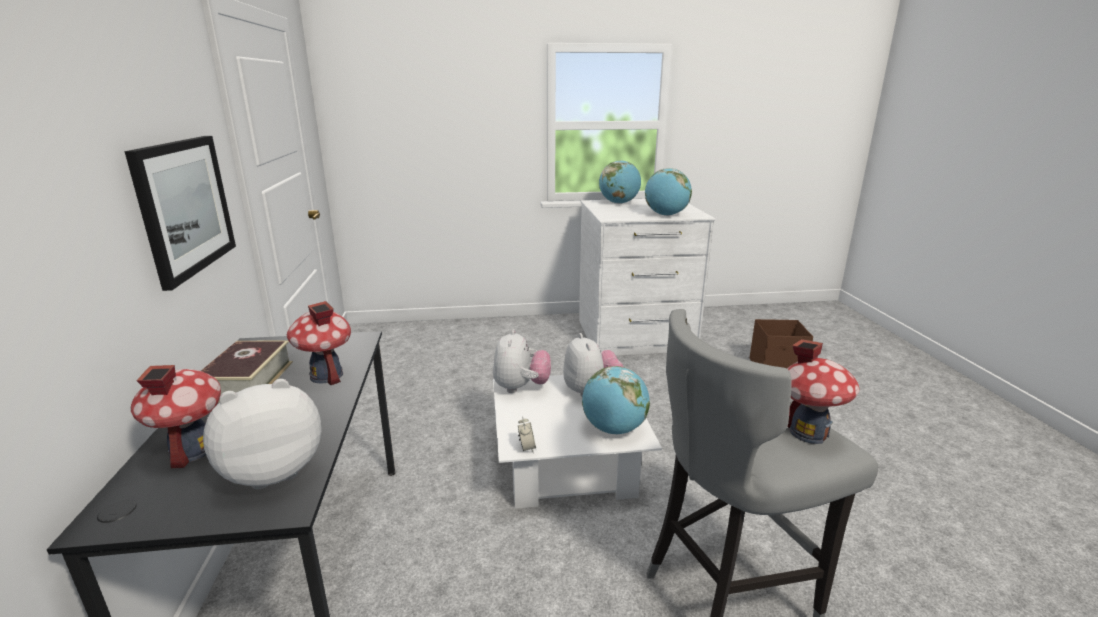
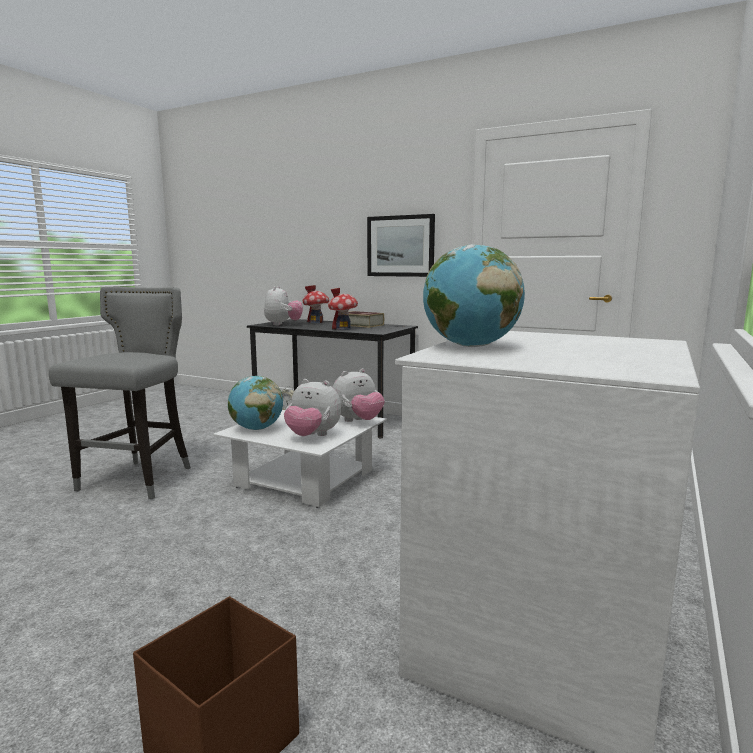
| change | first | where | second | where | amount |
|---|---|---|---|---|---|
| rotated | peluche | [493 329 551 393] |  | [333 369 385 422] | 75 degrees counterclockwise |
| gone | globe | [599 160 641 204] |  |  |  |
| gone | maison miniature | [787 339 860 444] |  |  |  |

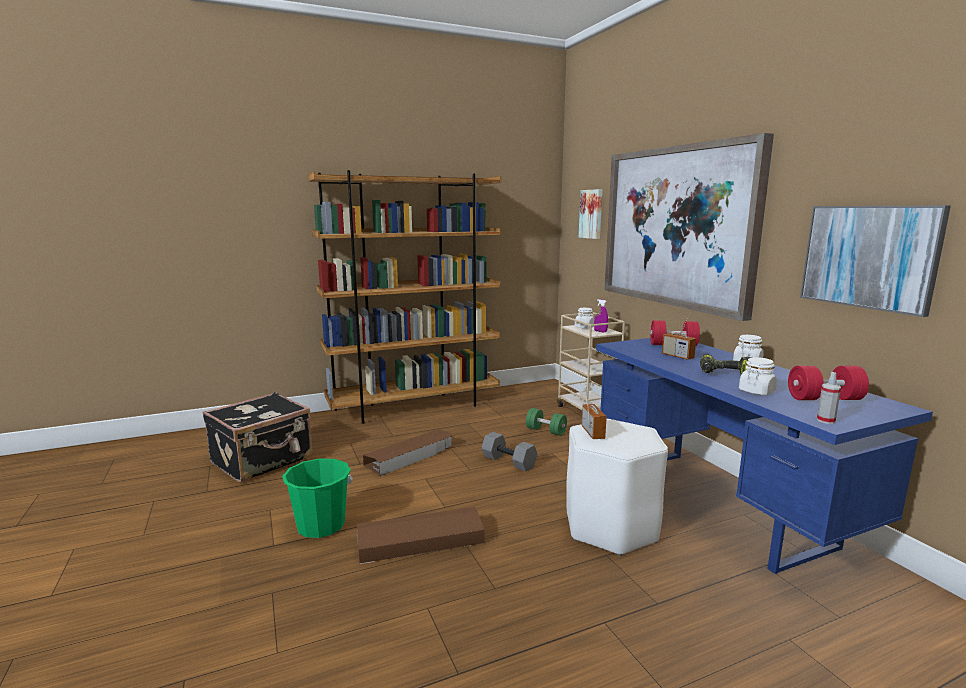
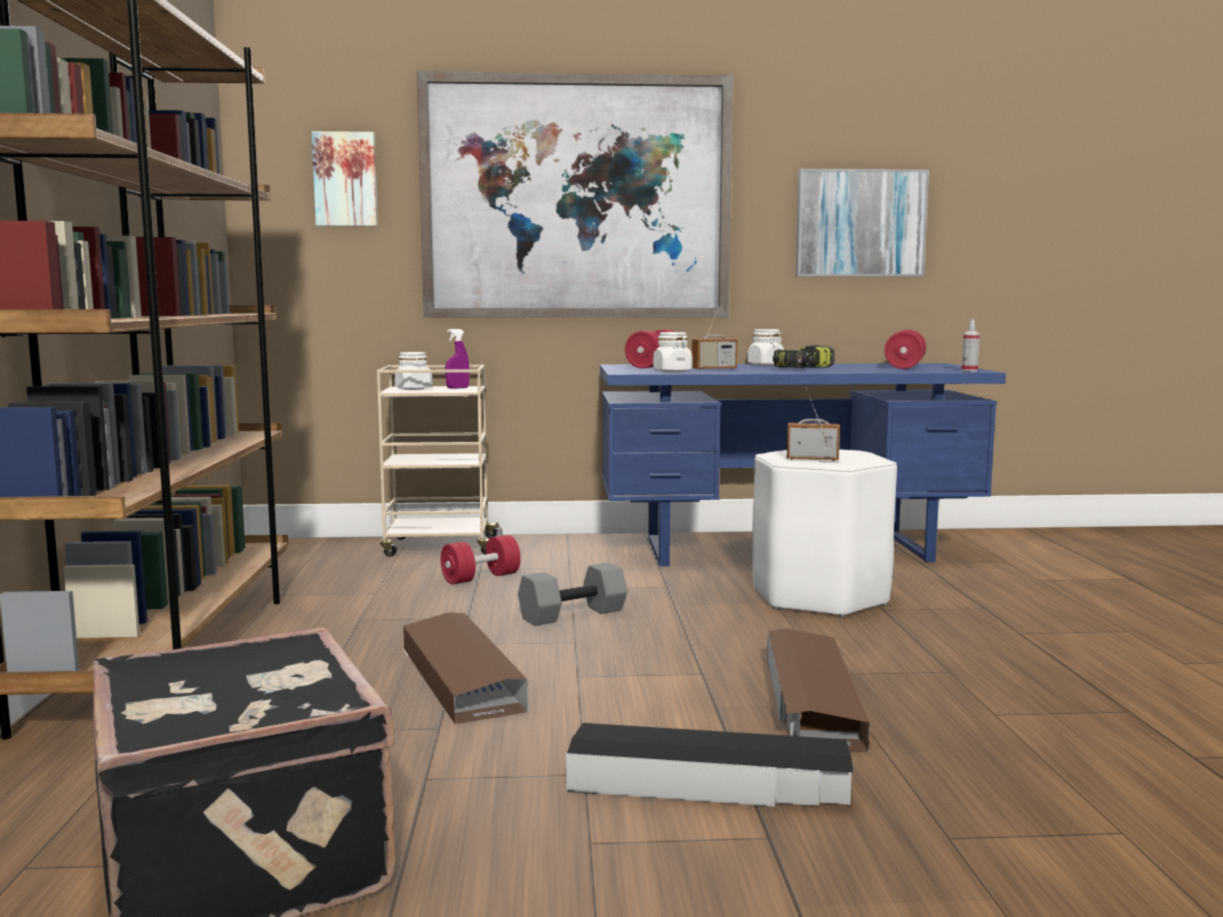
| change | first | where | second | where | amount |
|---|---|---|---|---|---|
| swapped | seau [vert] | [282 458 353 538] | boîte de rangement [noir] | [566 723 853 807] |  |
| repainted | haltère [vert] | [526 408 567 436] | haltère [rouge] | [440 535 521 585] |  |
| shifted | bocal [blanc] | [739 357 777 395] |  | [653 332 693 372] |  |

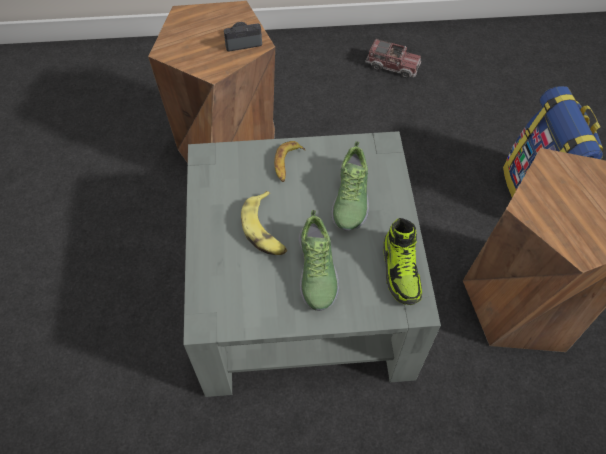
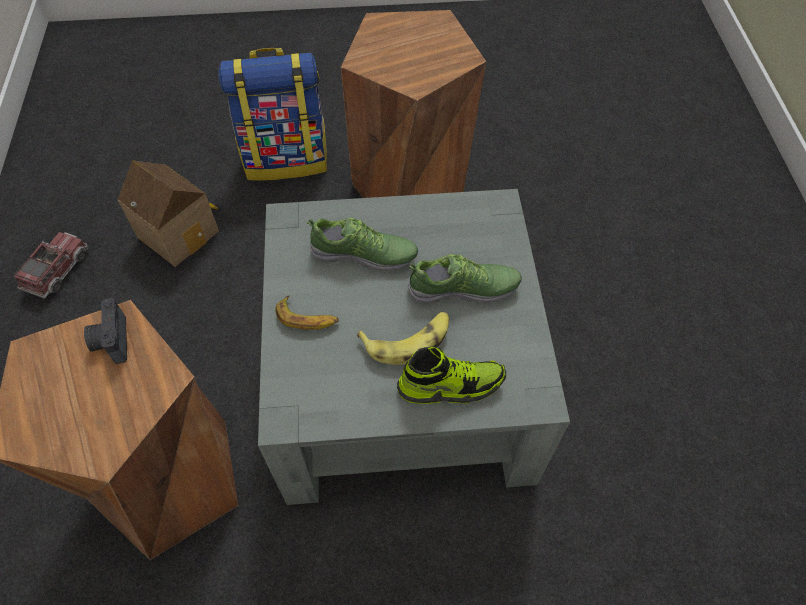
| change | first | where | second | where | amount |
|---|---|---|---|---|---|
| shifted | chaussure | [383 218 422 305] |  | [397 347 506 404] |  |
| new |  |  | maison miniature | [118 160 219 267] |  |

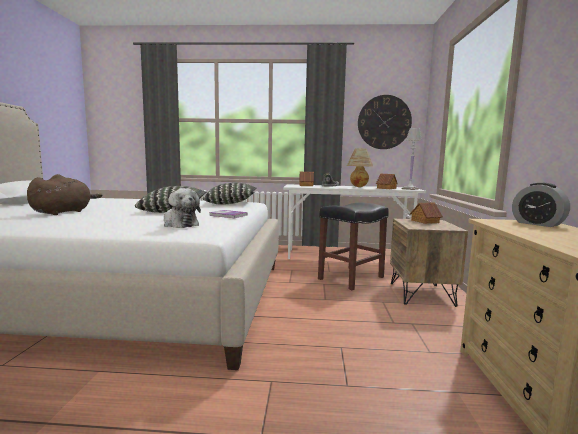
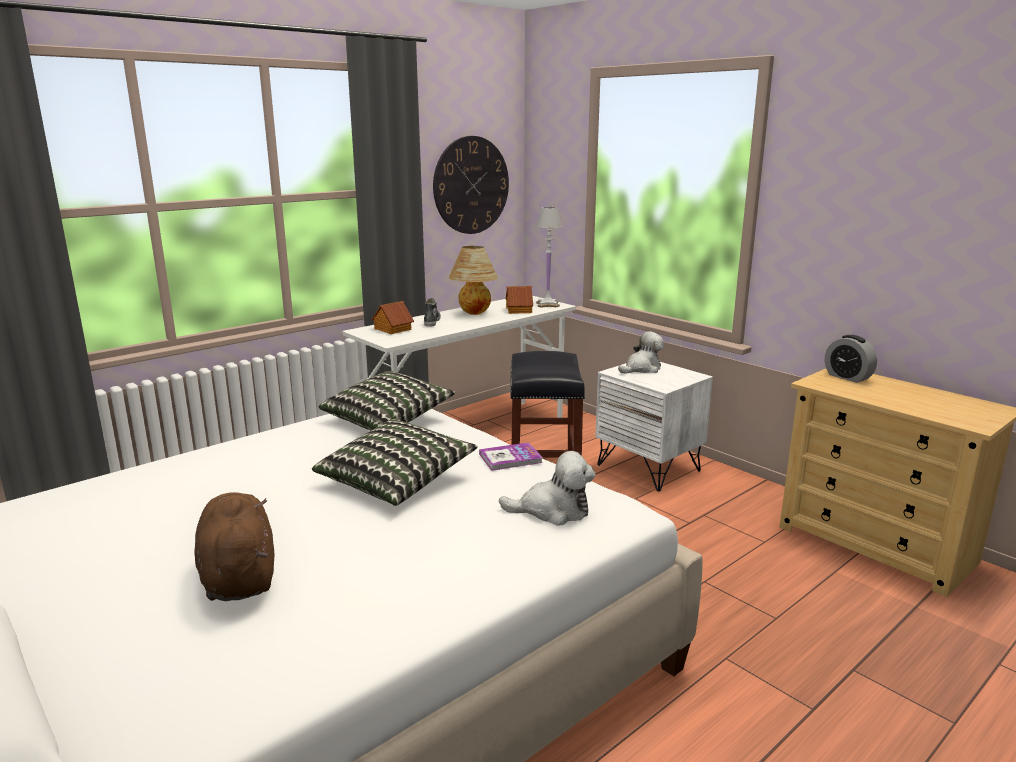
| change | first | where | second | where | amount |
|---|---|---|---|---|---|
| repainted | table de chevet [marron] | [390 219 468 307] | table de chevet [blanc] | [595 362 713 491] |  |
| swapped | maison miniature | [410 203 443 224] | peluche | [618 331 664 374] |  |
| rotated | réveil | [512 183 570 227] |  | [825 335 877 383] | 45 degrees clockwise |

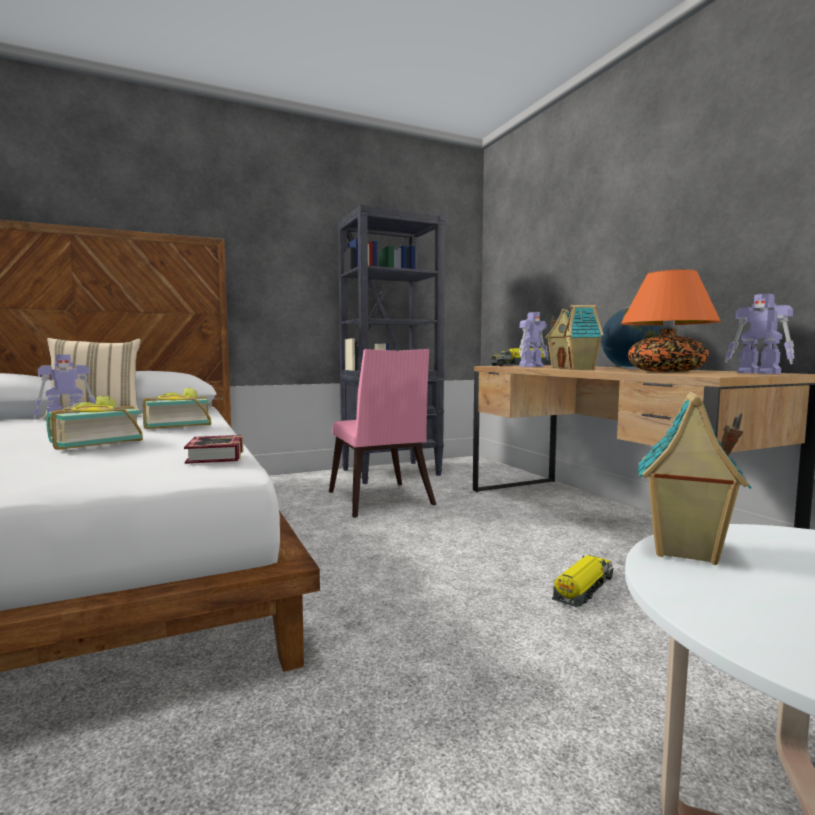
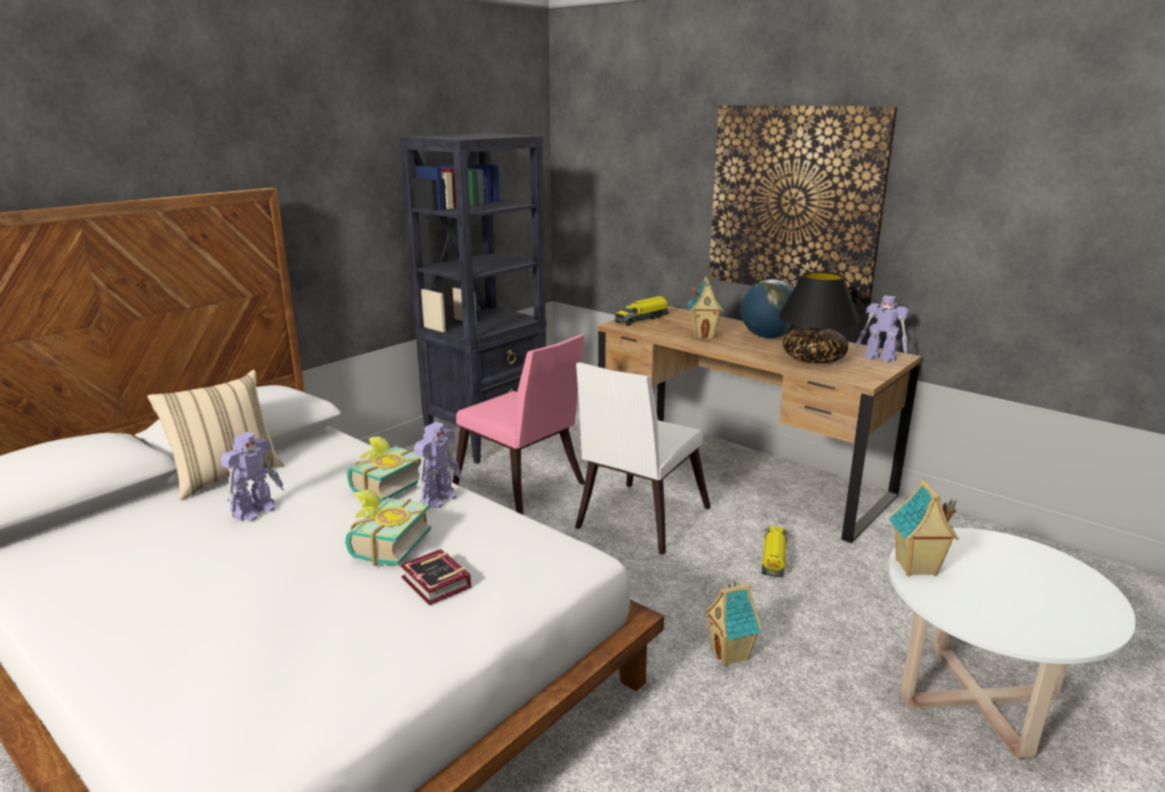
| change | first | where | second | where | amount |
|---|---|---|---|---|---|
| shifted | livre | [184 435 244 464] |  | [400 549 471 605] |  |
| shifted | robot jouet | [519 312 548 367] |  | [414 422 461 508] |  |
| shifted | maison miniature | [563 305 604 370] |  | [704 581 762 666] |  |
| repainted | lampe de table [orange] | [621 269 721 372] | lampe de table [noir] | [778 271 860 363] |  |
| new |  |  | chaise [blanc] | [575 362 711 555] |  |
| new |  |  | tableau | [709 105 898 305] |  |

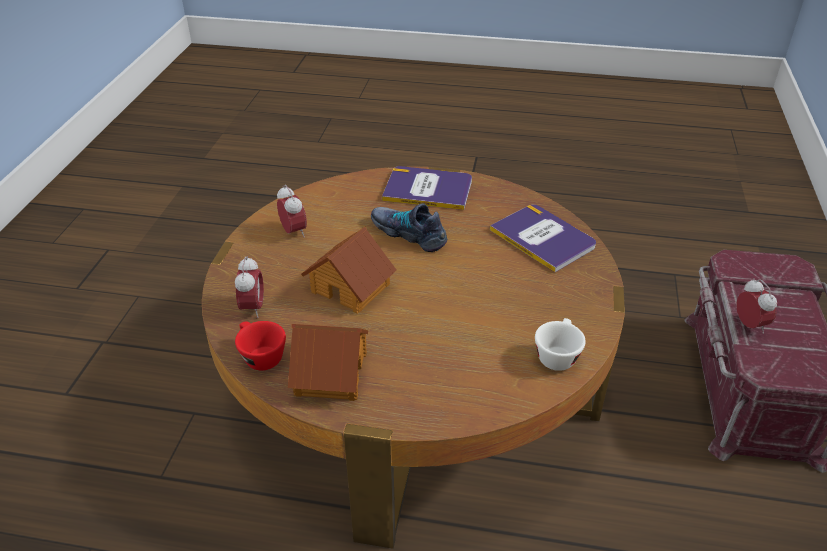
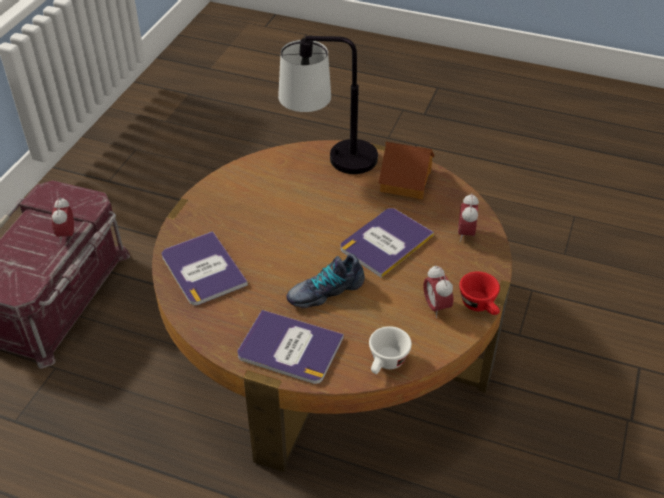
| change | first | where | second | where | amount |
|---|---|---|---|---|---|
| shifted | tasse [rouge] | [235 321 286 370] |  | [459 271 500 315] |  |
| swapped | maison miniature | [301 227 396 314] | livre | [341 208 434 278] |  |
| rotated | chaussure | [371 203 447 252] |  | [286 254 365 308] | 105 degrees clockwise |
| shifted | tasse [blanc] | [535 318 586 371] |  | [369 326 412 374] |  |
| new |  |  | lampe de table | [278 36 378 174] |  |

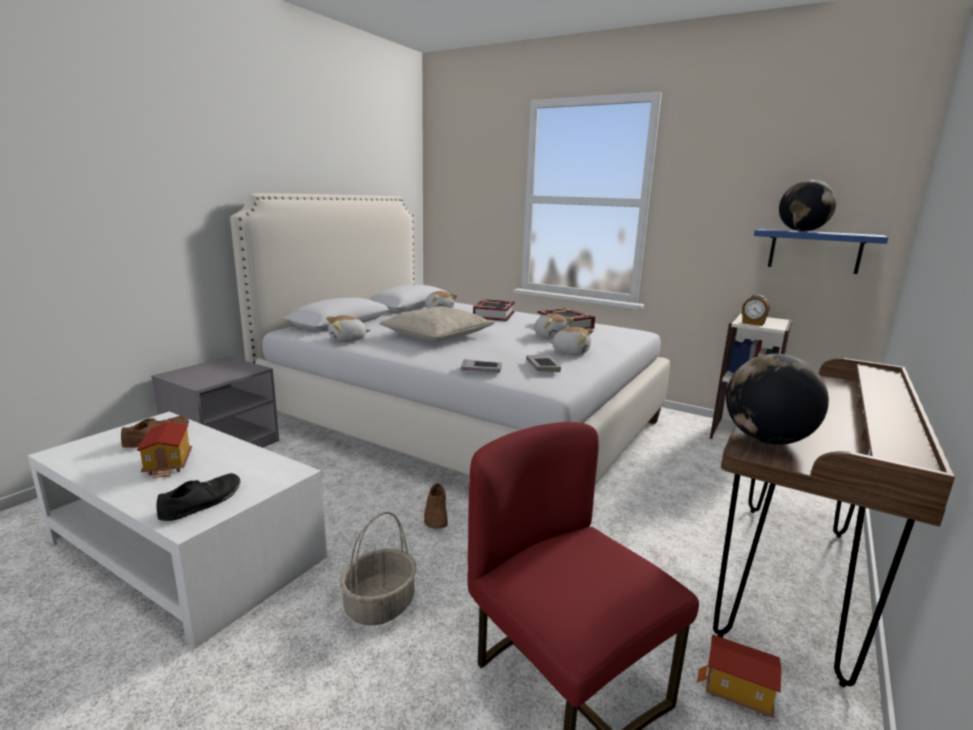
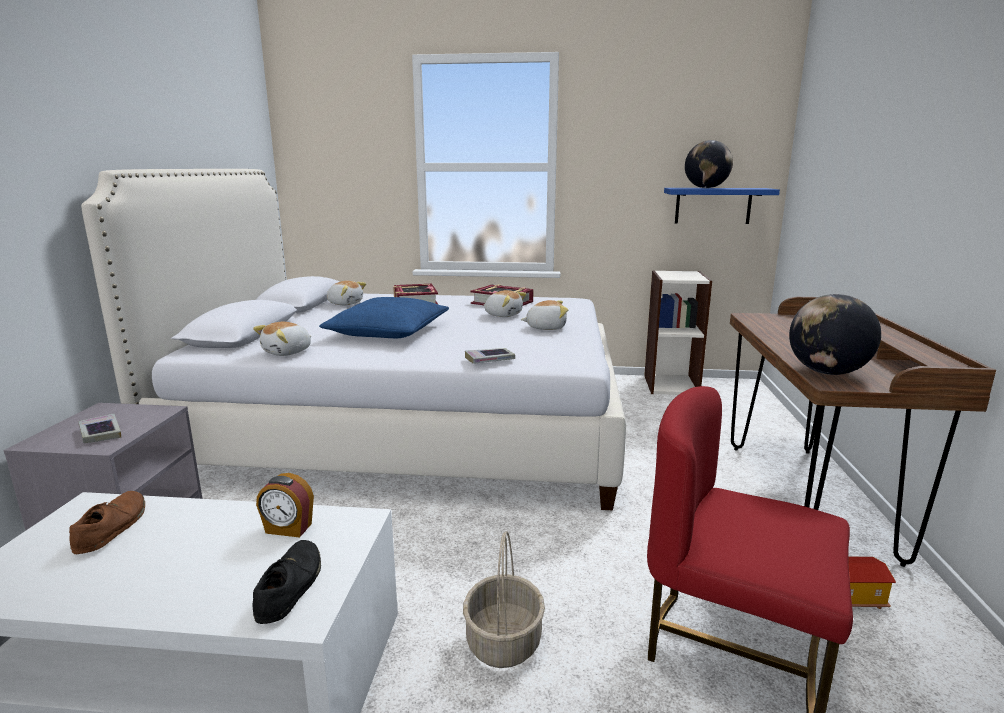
| change | first | where | second | where | amount |
|---|---|---|---|---|---|
| gone | maison miniature | [137 421 192 479] |  |  |  |
| repainted | coussin [beige] | [379 306 495 342] | coussin [bleu] | [319 297 449 338] |  |
| gone | chaussure [marron] | [424 483 448 529] |  |  |  |
| shifted | livre | [526 354 561 372] |  | [79 414 121 443] |  |
| shifted | réveil | [742 295 770 326] |  | [256 473 314 538] |  |

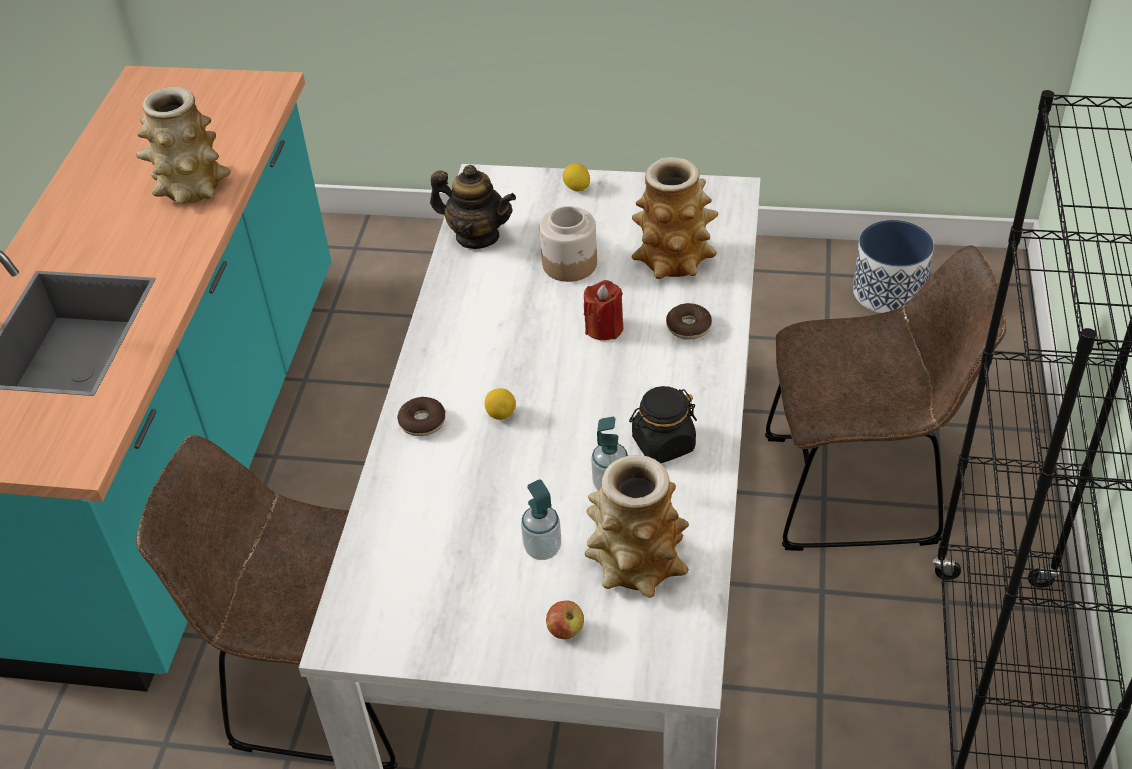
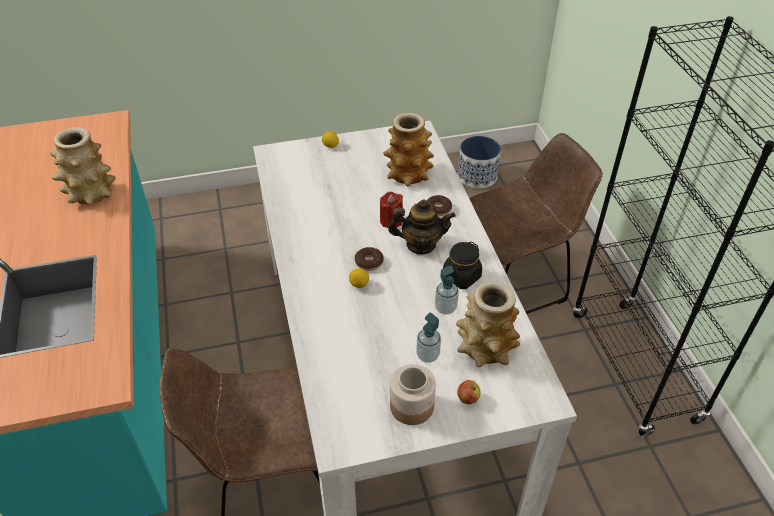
| change | first | where | second | where | amount |
|---|---|---|---|---|---|
| shifted | beignet | [397 397 446 436] |  | [355 247 384 271] |  |
| shifted | théière | [430 165 516 249] |  | [388 200 456 255] |  |
| shifted | bocal | [539 206 597 282] |  | [390 364 436 425] |  |

